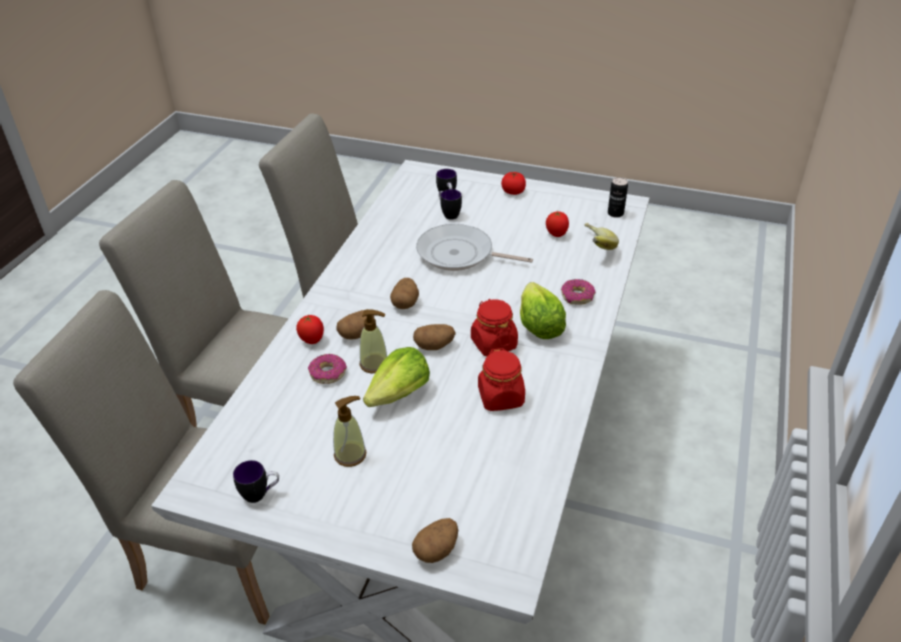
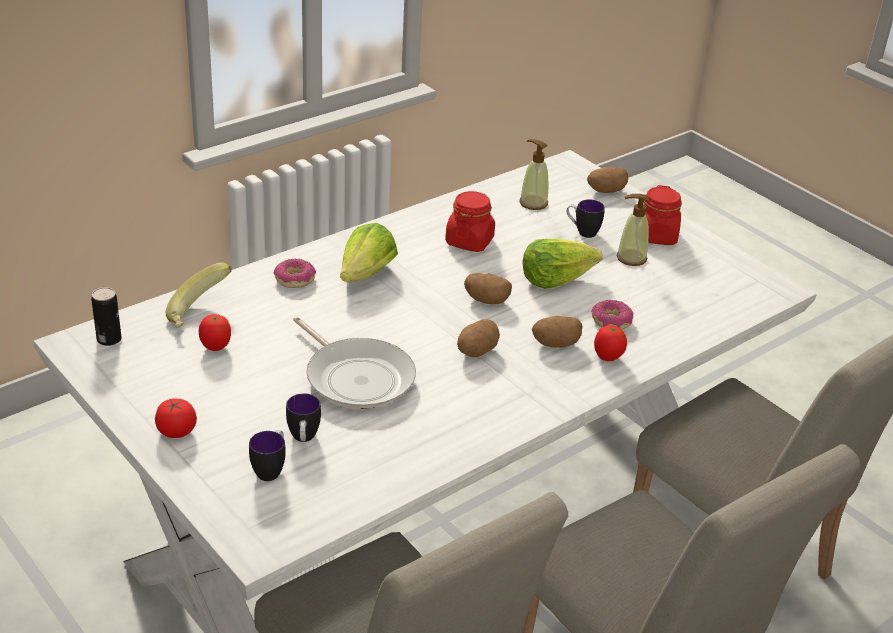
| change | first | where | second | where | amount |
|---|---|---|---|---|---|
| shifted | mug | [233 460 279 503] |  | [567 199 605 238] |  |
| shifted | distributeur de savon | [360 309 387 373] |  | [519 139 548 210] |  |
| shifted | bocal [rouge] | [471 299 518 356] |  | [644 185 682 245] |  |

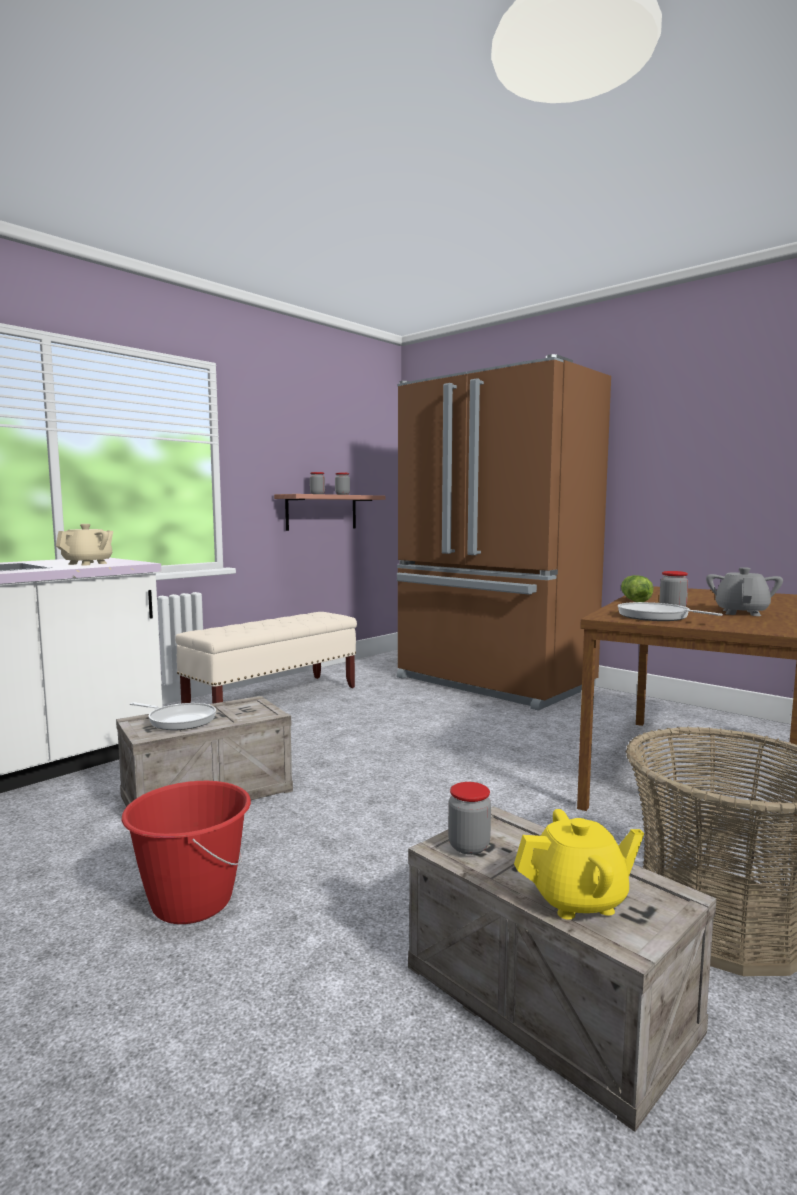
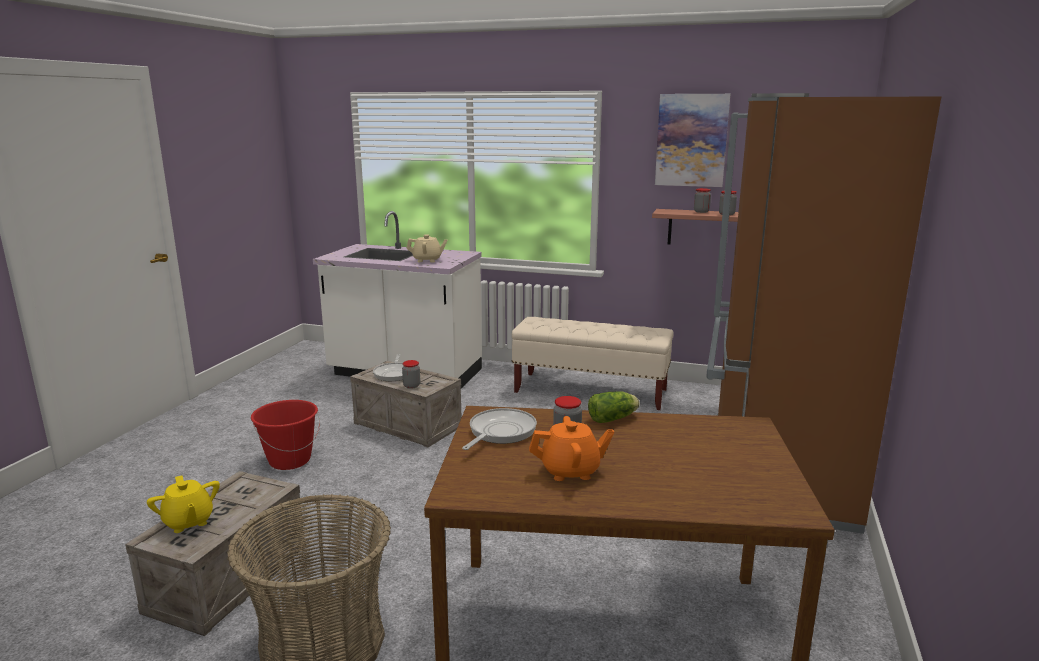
| change | first | where | second | where | amount |
|---|---|---|---|---|---|
| shifted | bocal | [448 782 491 855] |  | [402 360 420 389] |  |
| repainted | théière [gris] | [706 567 783 616] | théière [orange] | [529 416 614 481] |  |
| new |  |  | tableau | [655 94 730 187] |  |

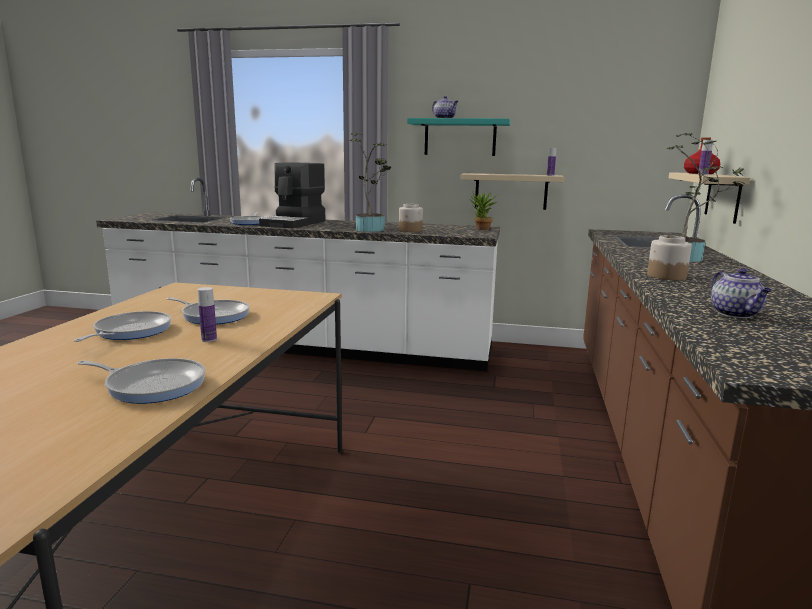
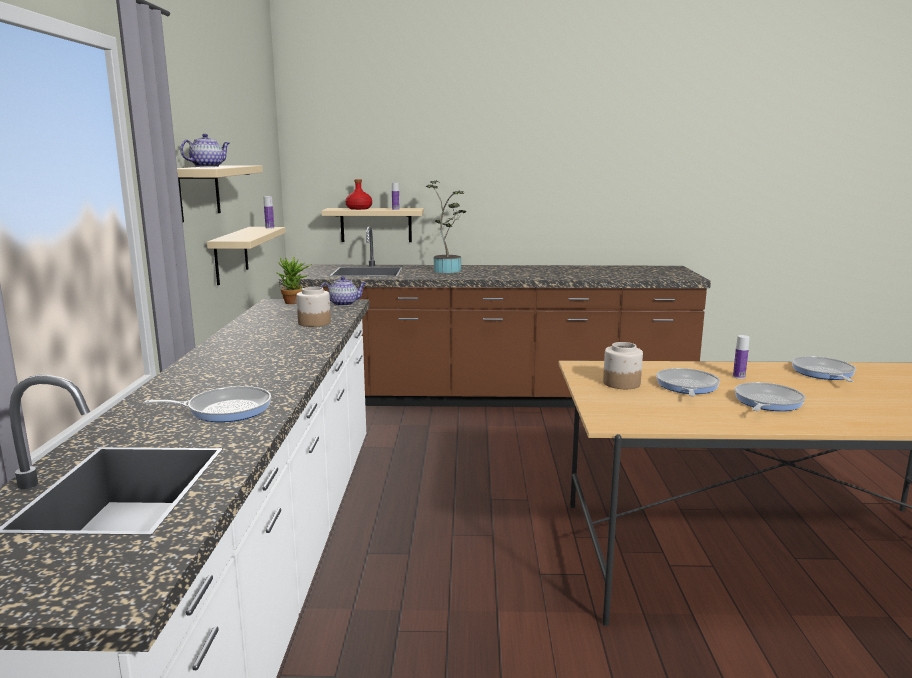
| change | first | where | second | where | amount |
|---|---|---|---|---|---|
| rotated | poêle | [74 311 171 342] |  | [735 382 805 411] | 120 degrees clockwise |
| gone | machine à café | [259 162 325 229] |  |  |  |
| gone | plante en pot | [350 133 391 232] |  |  |  |
| repainted | étagère [turquoise] | [407 118 510 156] | étagère [beige] | [177 165 263 222] |  |
| shifted | bocal | [647 235 692 280] |  | [603 342 643 389] |  |
| shifted | théière | [711 268 772 318] |  | [320 276 366 306] |  |

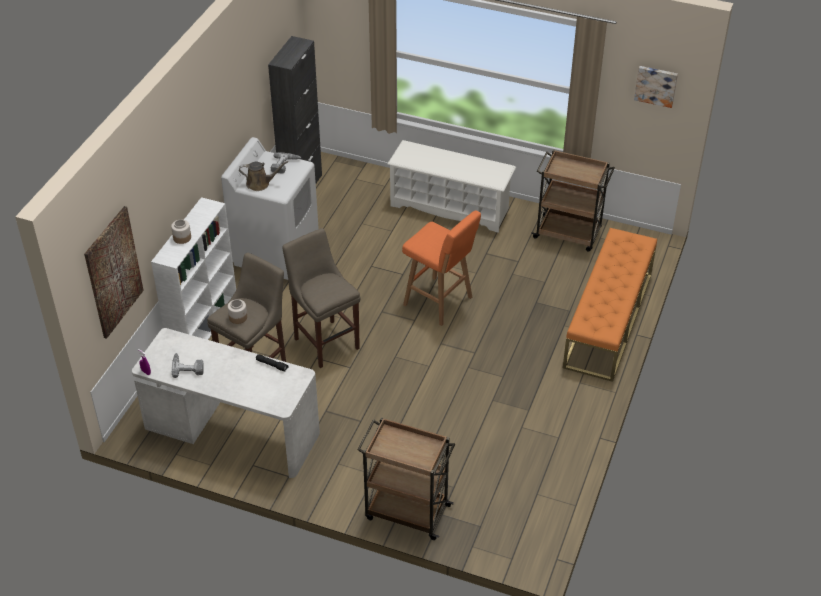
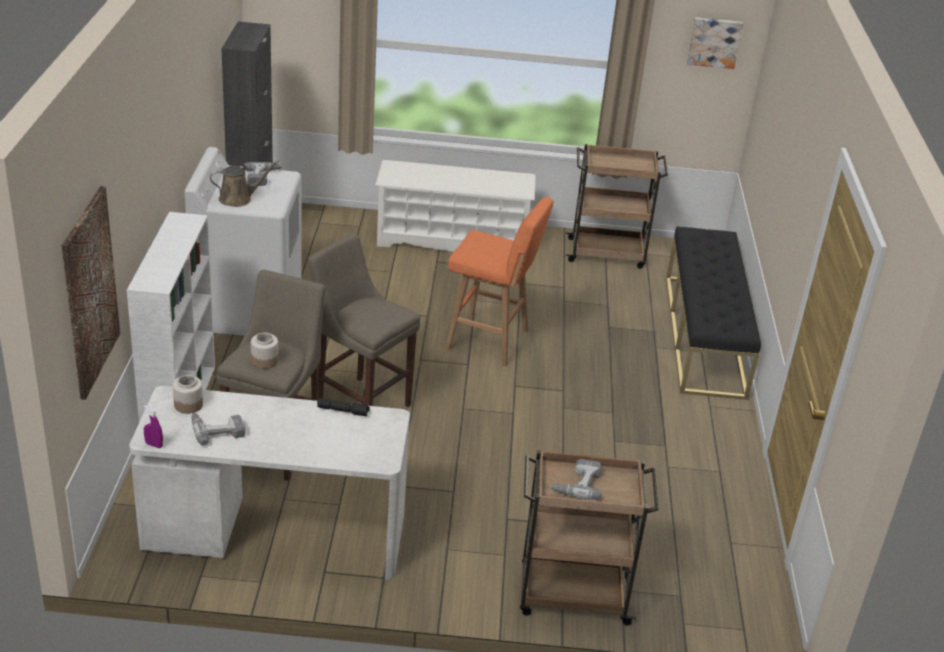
| change | first | where | second | where | amount |
|---|---|---|---|---|---|
| shifted | bocal | [171 219 191 244] |  | [173 375 203 414] |  |
| repainted | banc [orange] | [563 228 657 382] | banc [noir] | [666 226 761 400] |  |
| new |  |  | perceuse | [550 459 602 500] |  |

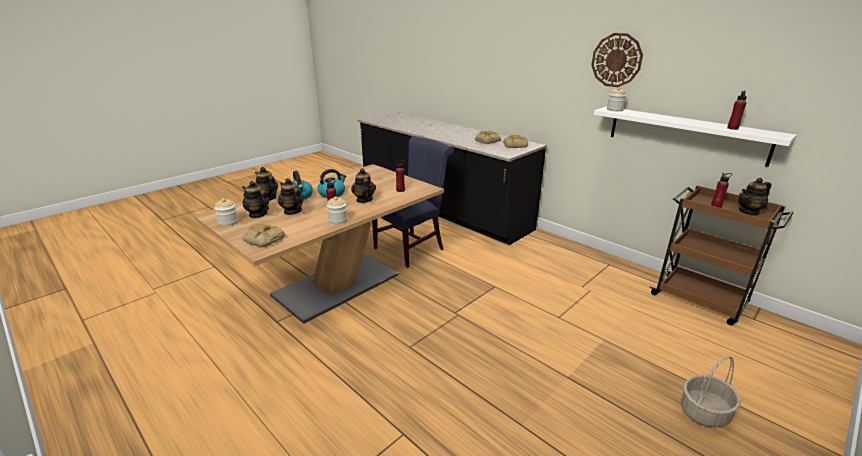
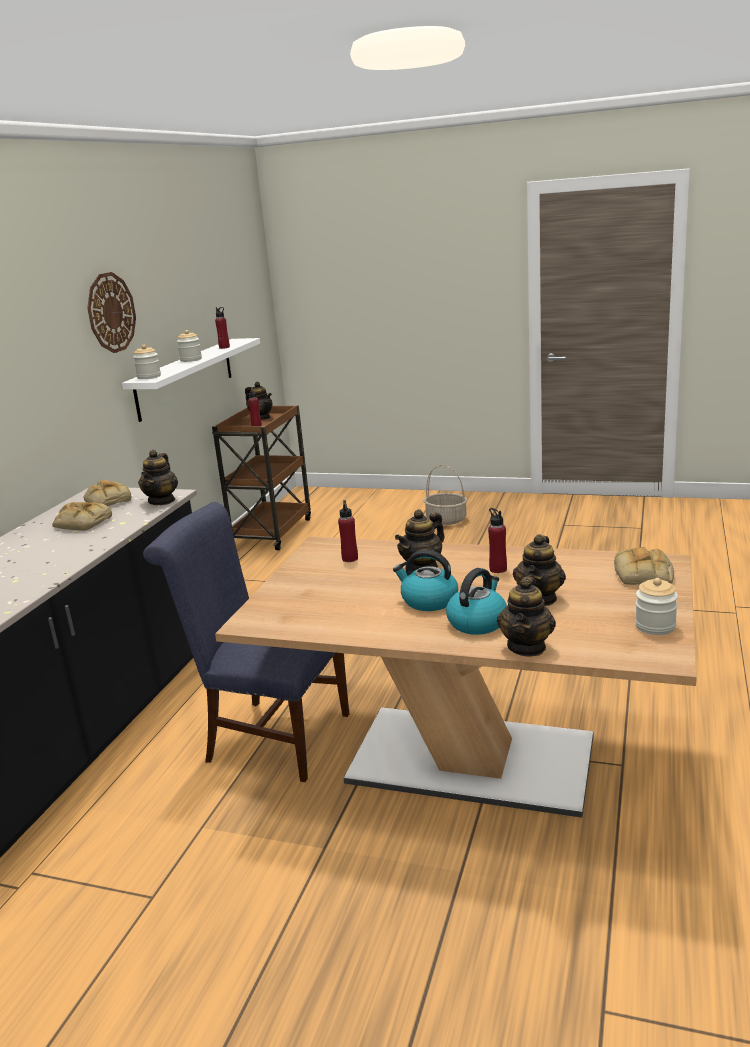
| change | first | where | second | where | amount |
|---|---|---|---|---|---|
| shifted | théière | [242 181 269 218] |  | [138 450 178 505] |  |
| shifted | bocal | [327 196 347 224] |  | [177 330 202 362] |  |

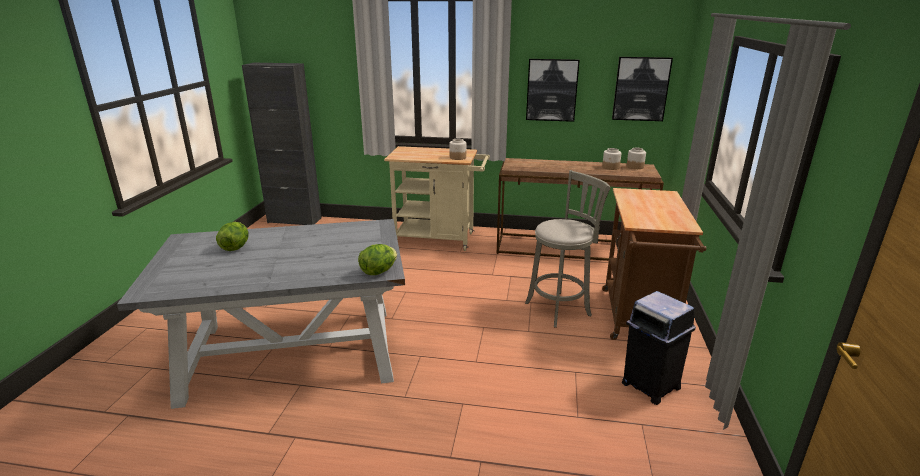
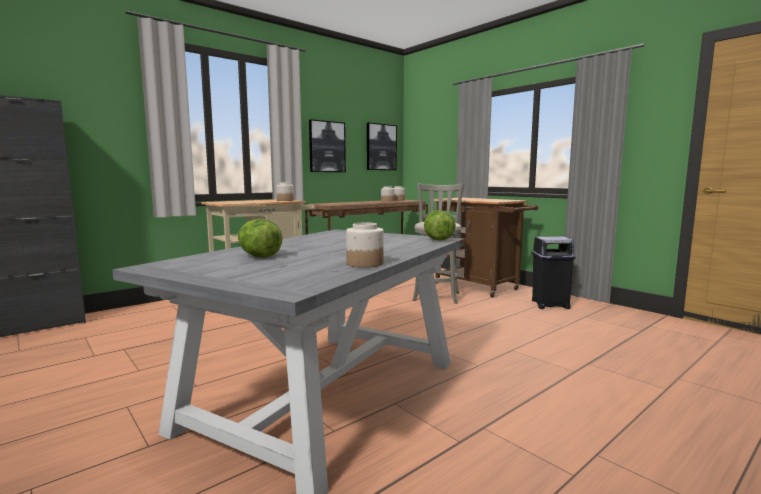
| change | first | where | second | where | amount |
|---|---|---|---|---|---|
| new |  |  | bocal | [346 223 384 268] |  |

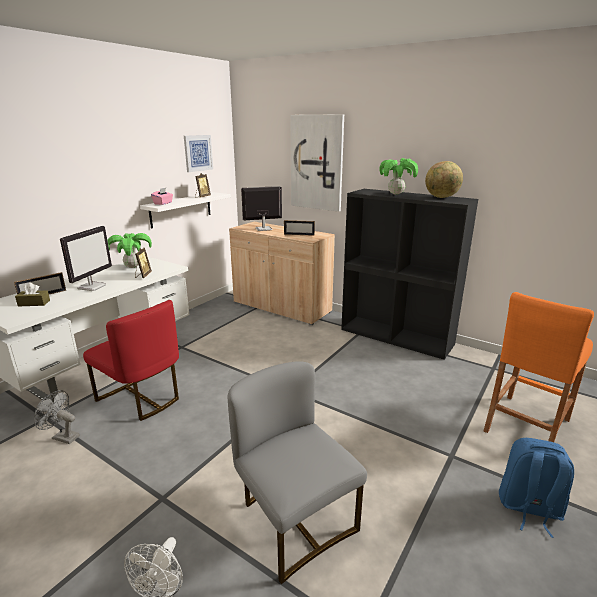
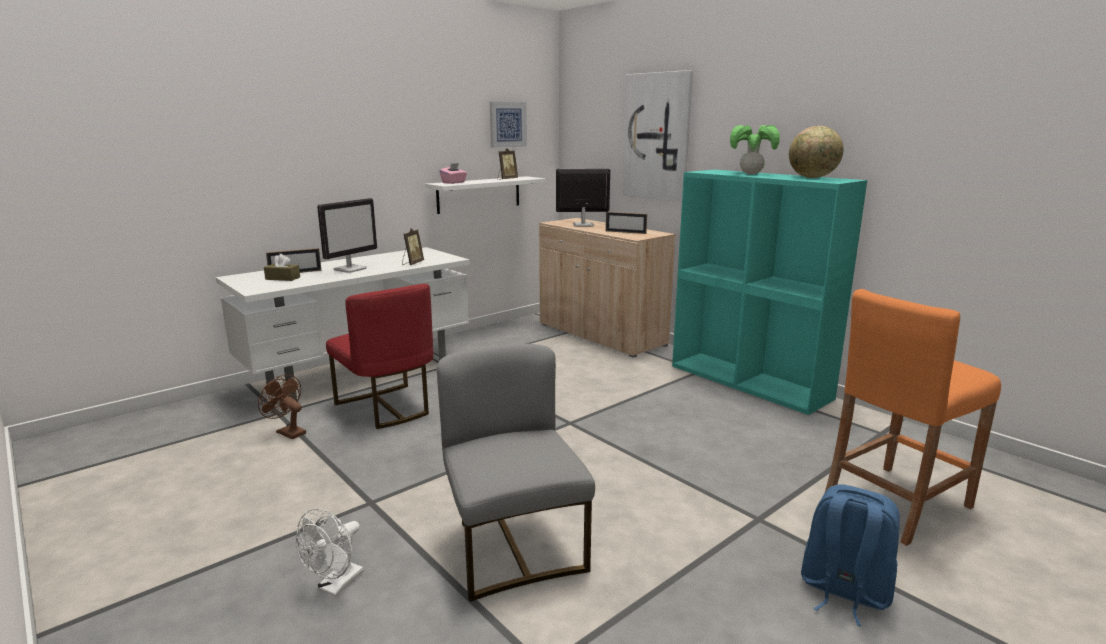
| change | first | where | second | where | amount |
|---|---|---|---|---|---|
| repainted | ventilateur [gris] | [34 390 80 444] | ventilateur [marron] | [258 375 306 439] |  |
| gone | plante en pot | [107 233 152 268] |  |  |  |
| repainted | bibliothèque [noir] | [341 189 478 360] | bibliothèque [turquoise] | [672 170 867 415] |  |

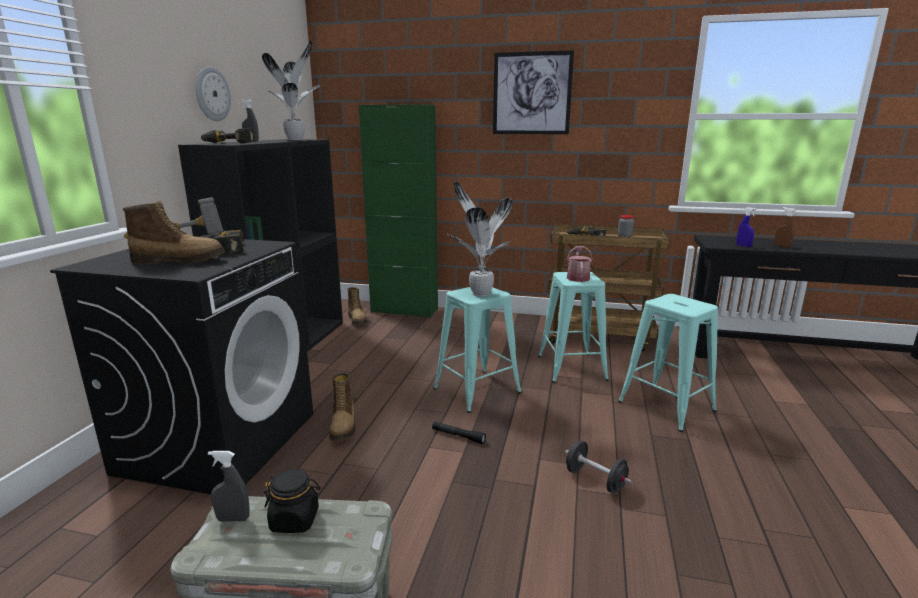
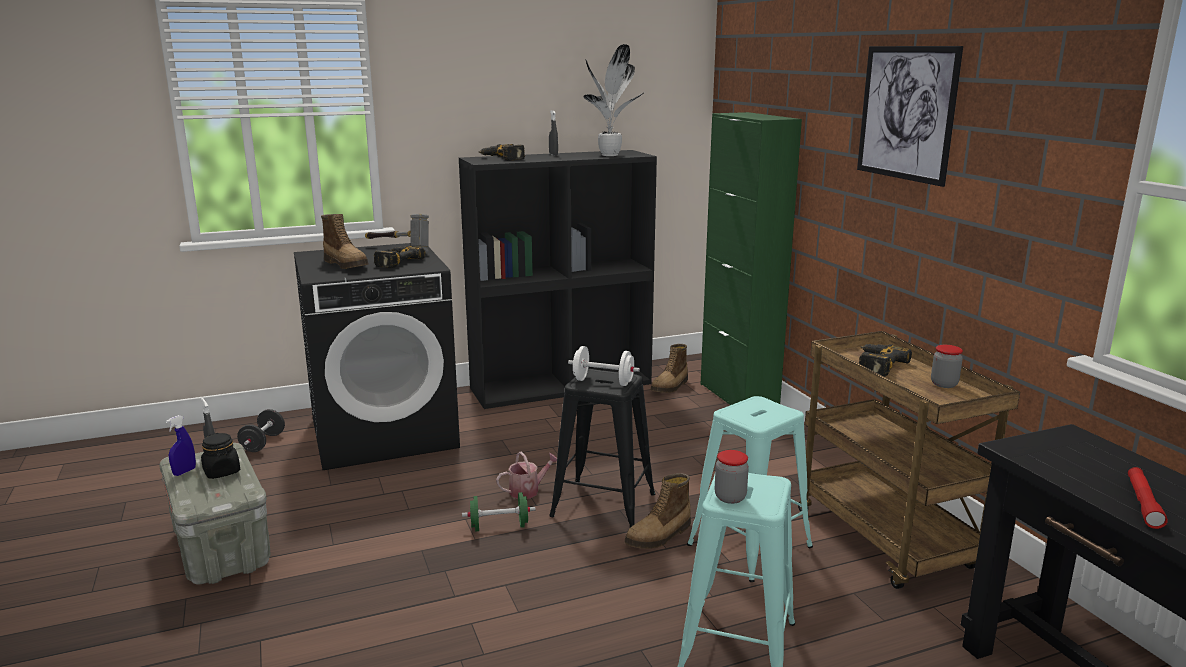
| change | first | where | second | where | amount |
|---|---|---|---|---|---|
| gone | horloge murale | [196 66 231 121] |  |  |  |
| shifted | botte | [329 372 356 441] |  | [624 473 691 549] |  |
| swapped | lampe de poche [noir] | [432 422 486 444] | haltère [vert] | [462 492 536 532] |  |
| repainted | tabouret [turquoise] | [433 287 522 413] | tabouret [noir] | [549 369 655 528] |  |
| swapped | plante en pot | [446 182 512 297] | haltère [blanc] | [568 346 640 386] |  |
| shifted | haltère [noir] | [565 440 632 493] |  | [237 409 285 452] |  |
| shifted | arrosoir | [567 246 593 282] |  | [496 451 557 499] |  |
| shifted | vaporisateur [bleu] | [736 207 757 247] |  | [166 415 196 476] |  |
| swapped | vaporisateur [marron] | [774 207 796 248] | lampe de poche [rouge] | [1128 467 1168 529] |  |
| new |  |  | bocal | [715 450 749 504] |  |

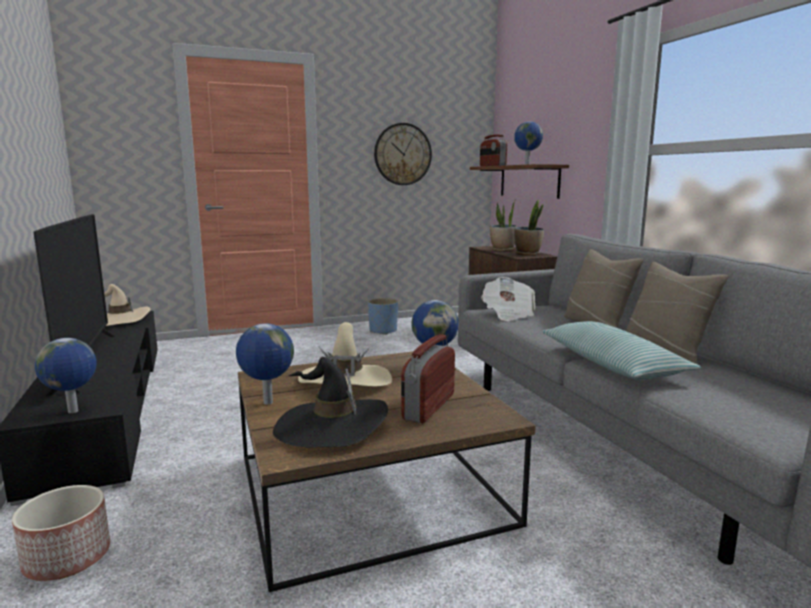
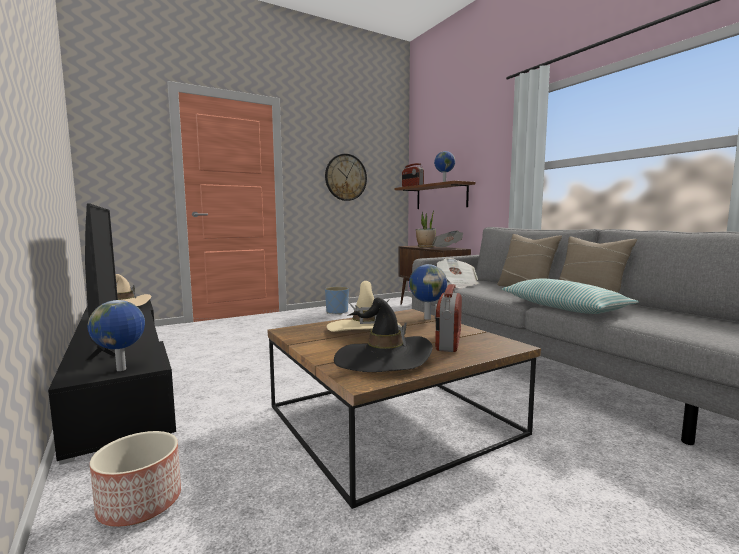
| change | first | where | second | where | amount |
|---|---|---|---|---|---|
| gone | globe | [236 323 294 405] |  |  |  |
| swapped | plante en pot | [514 200 544 256] | journal | [432 231 463 247] |  |

